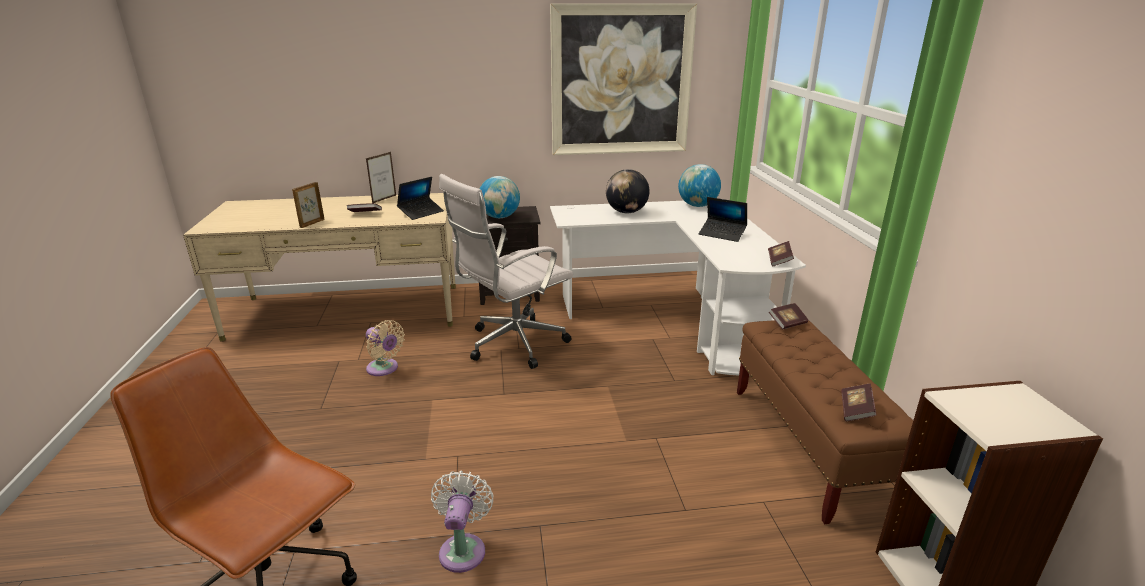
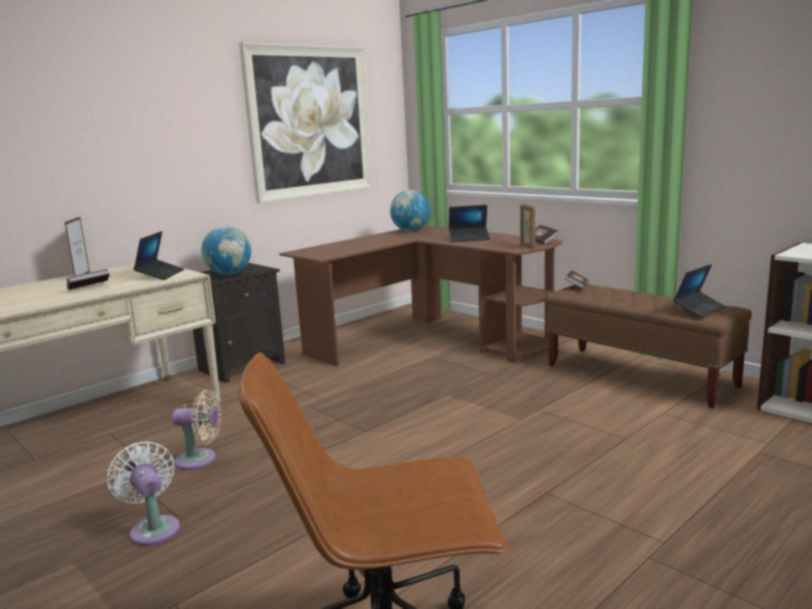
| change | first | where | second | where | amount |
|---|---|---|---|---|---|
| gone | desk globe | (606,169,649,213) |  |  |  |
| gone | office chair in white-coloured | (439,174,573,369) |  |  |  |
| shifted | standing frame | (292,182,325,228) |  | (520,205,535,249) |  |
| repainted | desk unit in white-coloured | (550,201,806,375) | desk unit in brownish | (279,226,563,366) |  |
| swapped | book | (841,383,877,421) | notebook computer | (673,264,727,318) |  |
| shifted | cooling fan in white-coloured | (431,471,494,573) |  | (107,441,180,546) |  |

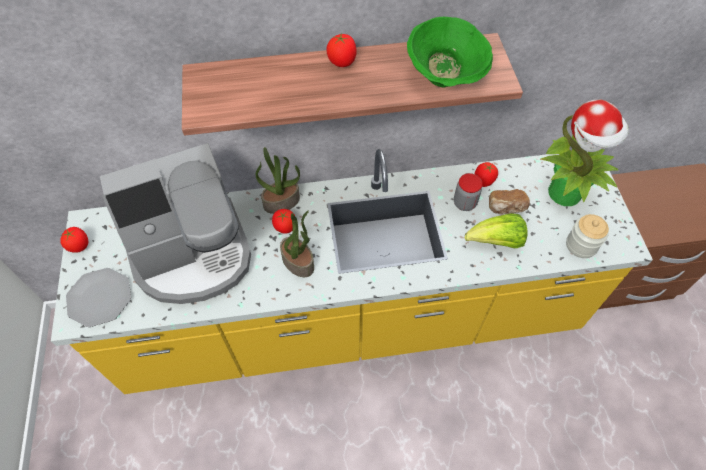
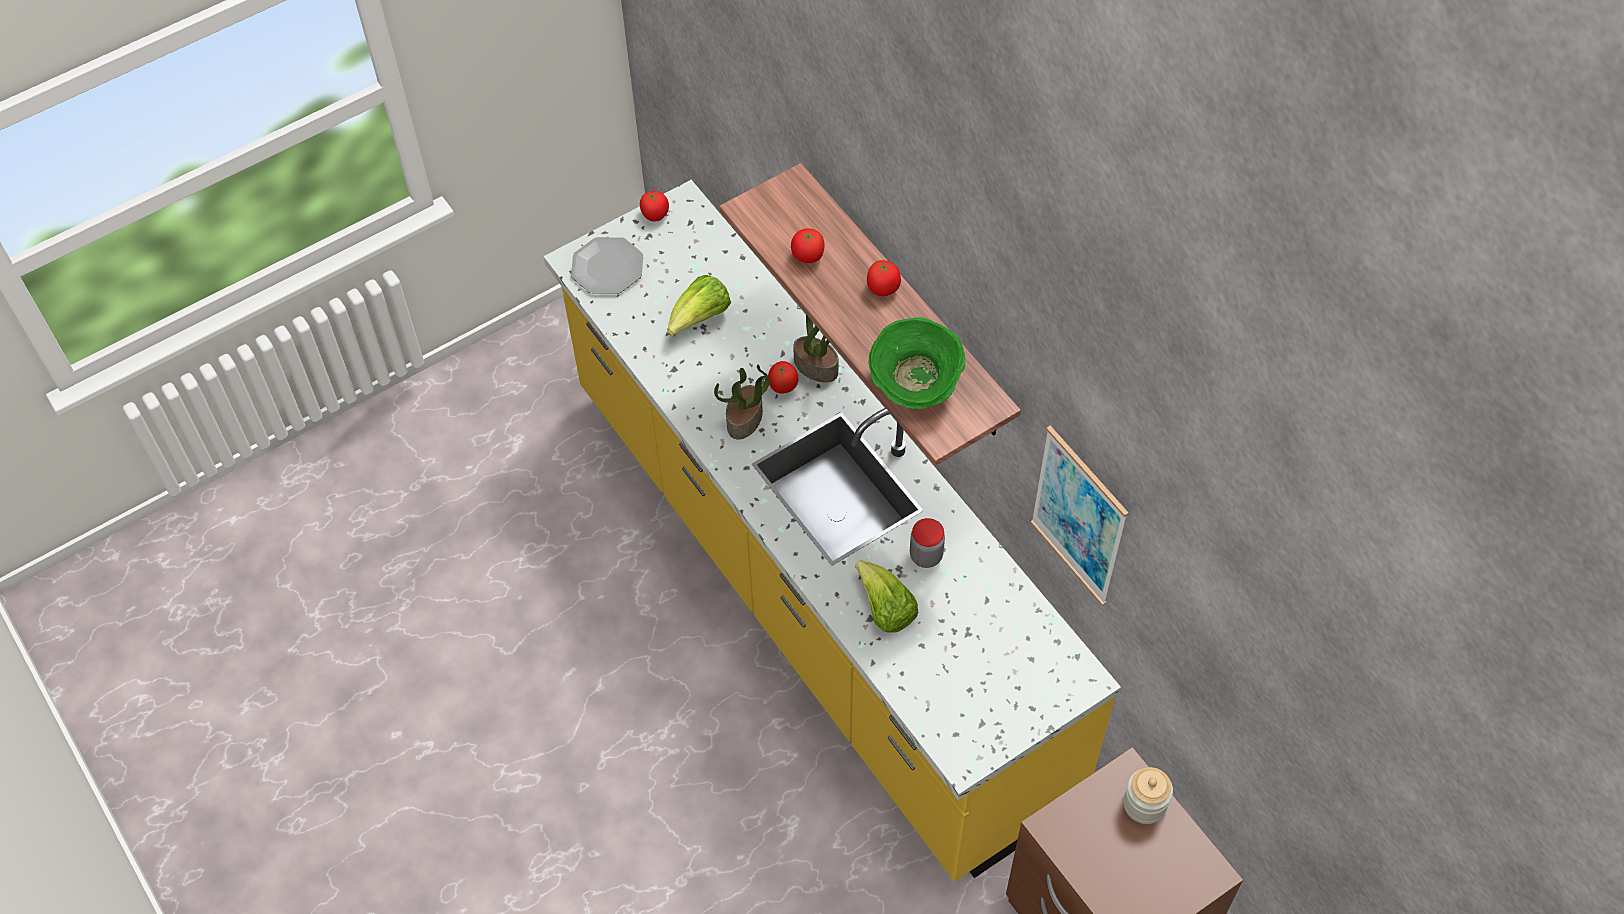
| change | first | where | second | where | amount |
|---|---|---|---|---|---|
| gone | potted plant | (540,100,629,206) |  |  |  |
| swapped | coffee machine | (100,143,251,304) | lettuce head | (668,275,731,336) |  |
| shifted | fresh tomato | (475,162,498,187) |  | (791,228,824,263) |  |
| gone | bakery bread | (489,189,530,214) |  |  |  |
| shifted | jar | (566,214,609,258) |  | (1123,767,1173,824) |  |
| new |  |  | picture | (1030,425,1129,606) |  |

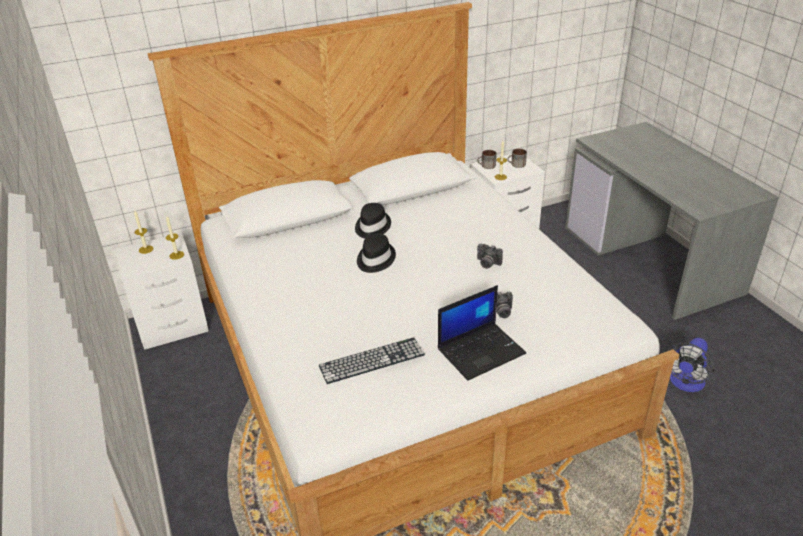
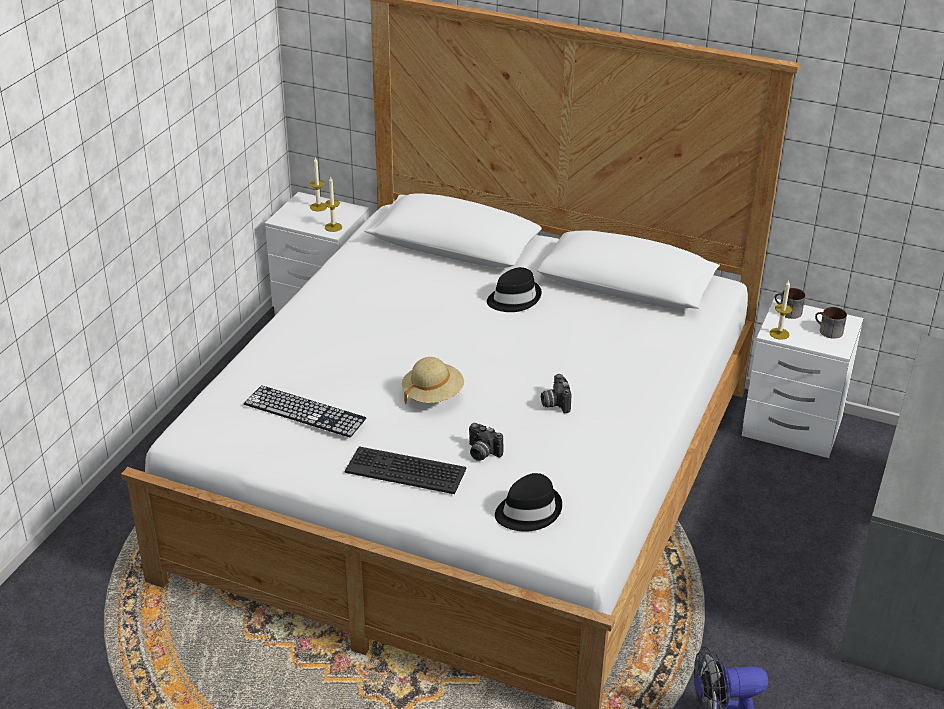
| change | first | where | second | where | amount |
|---|---|---|---|---|---|
| shifted | hat in blackish | (357,233,396,273) |  | (495,473,562,532) |  |
| swapped | notebook computer | (438,285,526,380) | keyboard | (344,446,467,494) |  |
| new |  |  | hat in beige | (402,357,464,404) |  |

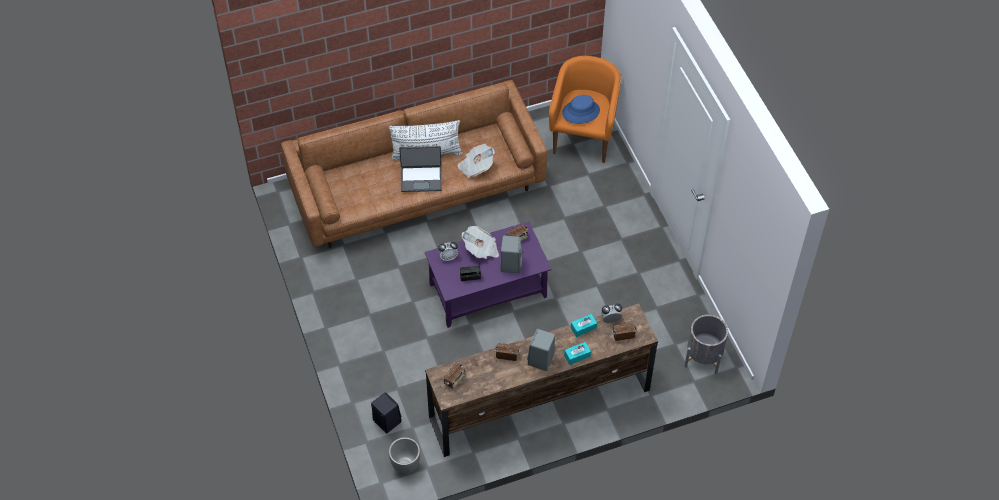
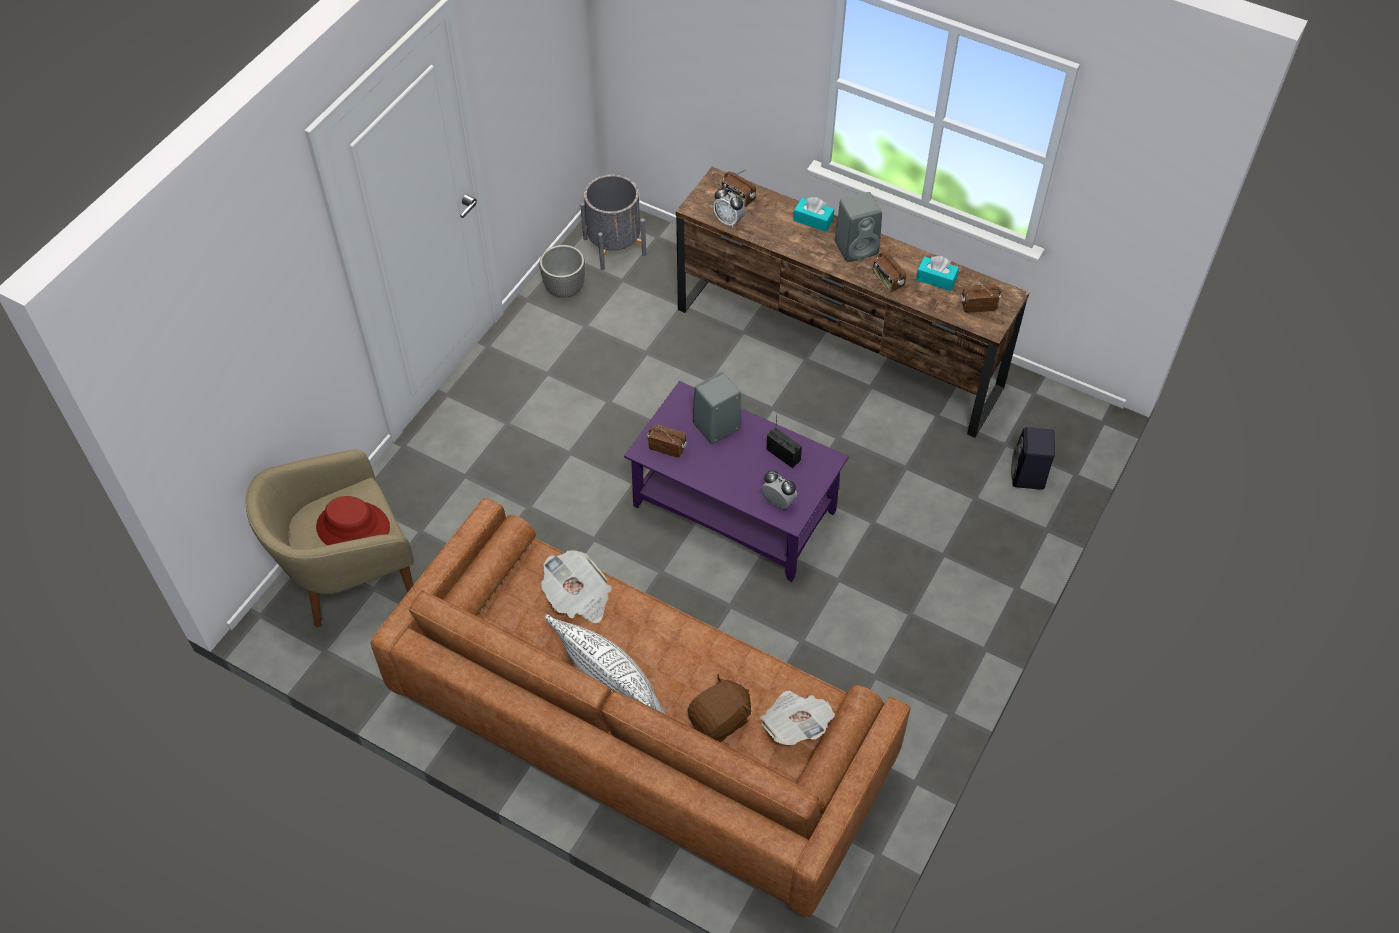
| change | first | where | second | where | amount |
|---|---|---|---|---|---|
| repainted | armchair in orangey | (549,56,621,163) | armchair in beige | (246,450,414,627) |  |
| repainted | hat in bluish | (562,95,600,124) | hat in red | (316,496,390,545) |  |
| gone | notebook computer | (399,146,442,192) |  |  |  |
| shifted | newspaper | (462,226,499,259) |  | (759,691,835,745) |  |
| shifted | tissue box in turquoise-coloured | (571,314,597,337) |  | (916,256,959,291) |  |
| shifted | plant pot | (389,437,420,474) |  | (540,245,585,298) |  |
| new |  |  | plush toy in brownish | (688,674,752,742) |  |

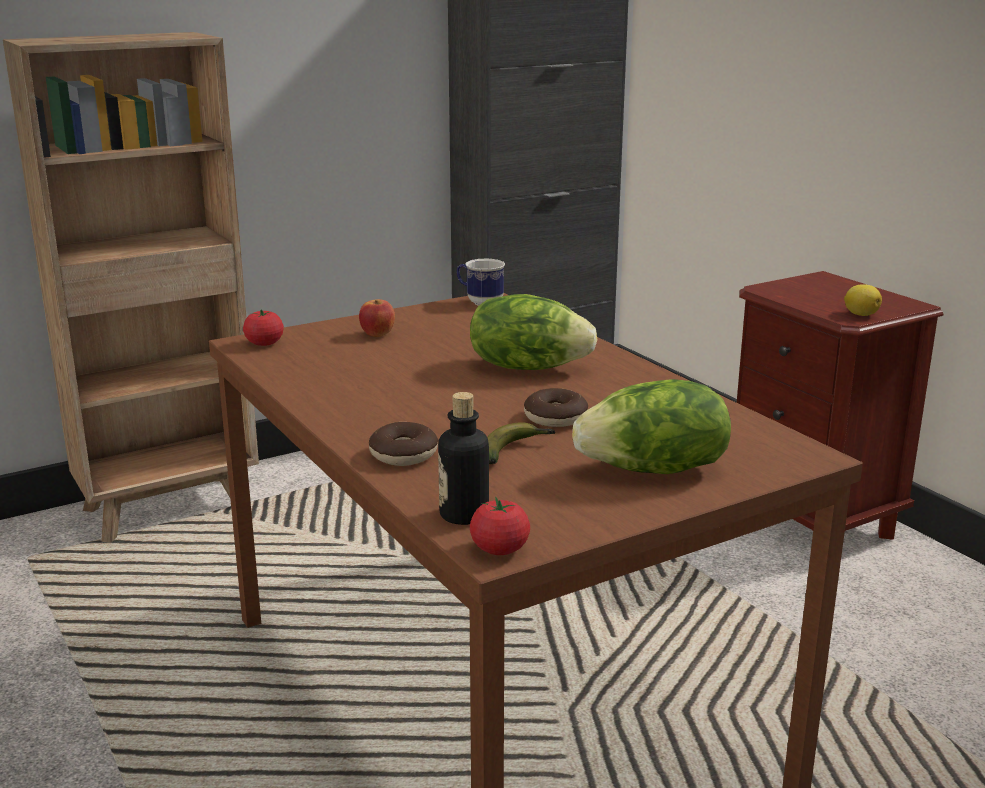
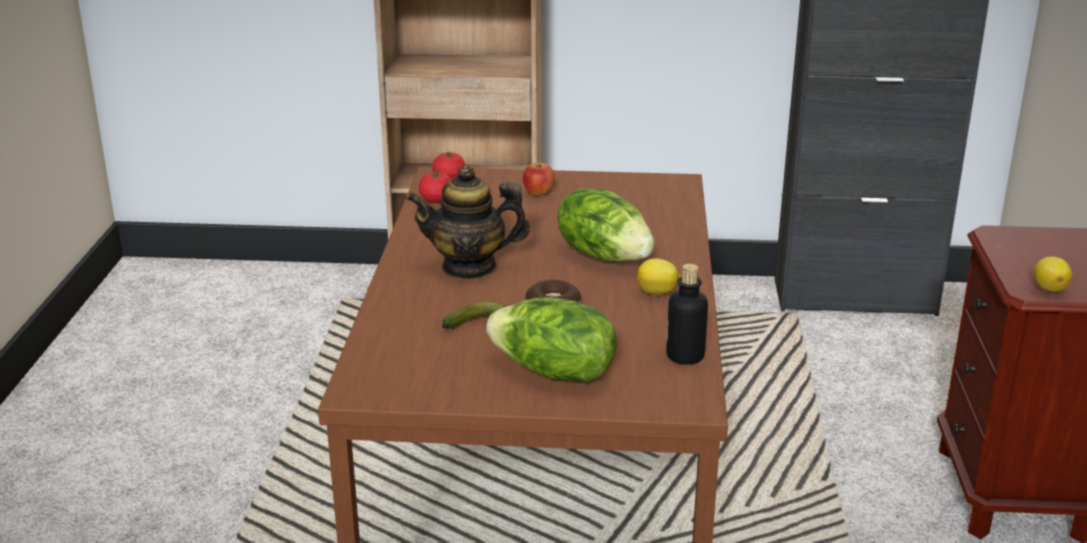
| change | first | where | second | where | amount |
|---|---|---|---|---|---|
| gone | mug | (457,259,505,306) |  |  |  |
| shifted | drink bottle | (438,392,489,525) |  | (666,264,708,365) |  |
| gone | ring doughnut | (369,422,438,466) |  |  |  |
| shifted | fresh tomato | (470,496,530,555) |  | (419,170,451,203) |  |
| new |  |  | tea pot | (407,165,530,279) |  |
| new |  |  | whole lemon | (637,258,681,295) |  |

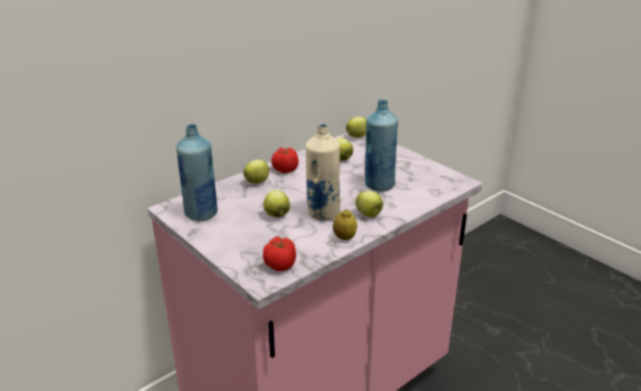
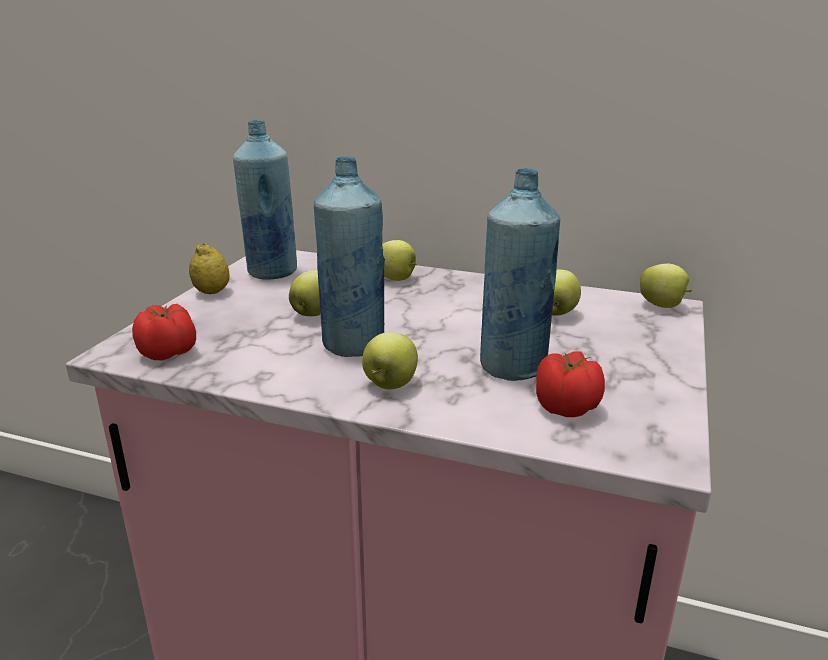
| change | first | where | second | where | amount |
|---|---|---|---|---|---|
| repainted | drink bottle in beige | (306,123,340,221) | drink bottle in bluish | (314,156,385,357) |  |
| shifted | fresh tomato | (271,147,299,173) |  | (536,352,605,417) |  |
| shifted | whole lemon | (333,210,357,240) |  | (189,244,229,294) |  |

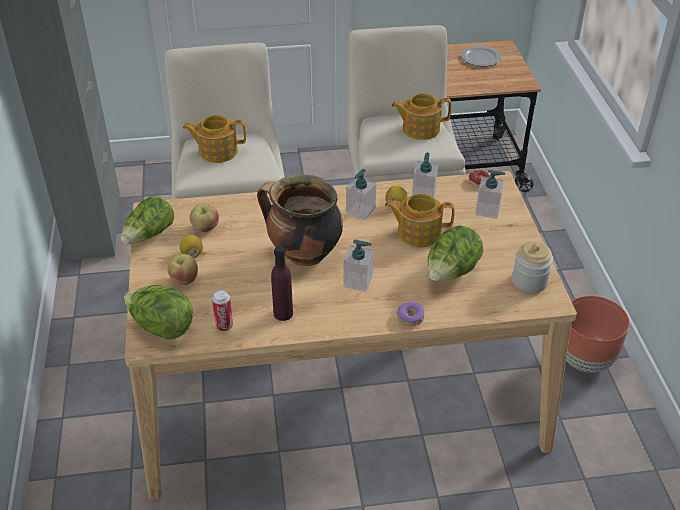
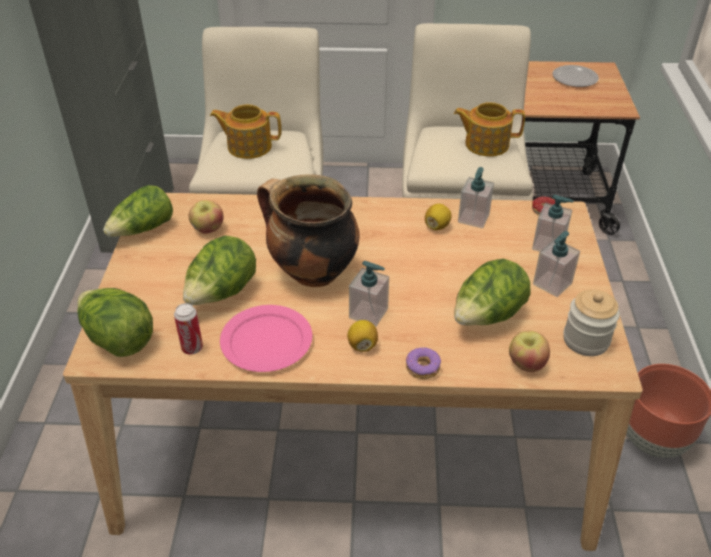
| change | first | where | second | where | amount |
|---|---|---|---|---|---|
| shifted | liquid soap bottle | (346,169,376,220) |  | (533,231,580,297) |  |
| gone | tea pot | (385,194,455,247) |  |  |  |
| shifted | whole lemon | (180,235,203,258) |  | (347,320,378,352) |  |
| swapped | drink bottle in purple-coloured | (271,246,293,321) | flat dish in pink | (220,305,312,372) |  |
| shifted | apple | (167,254,198,285) |  | (509,331,550,372) |  |
| new |  |  | lettuce head | (183,236,256,305) |  |

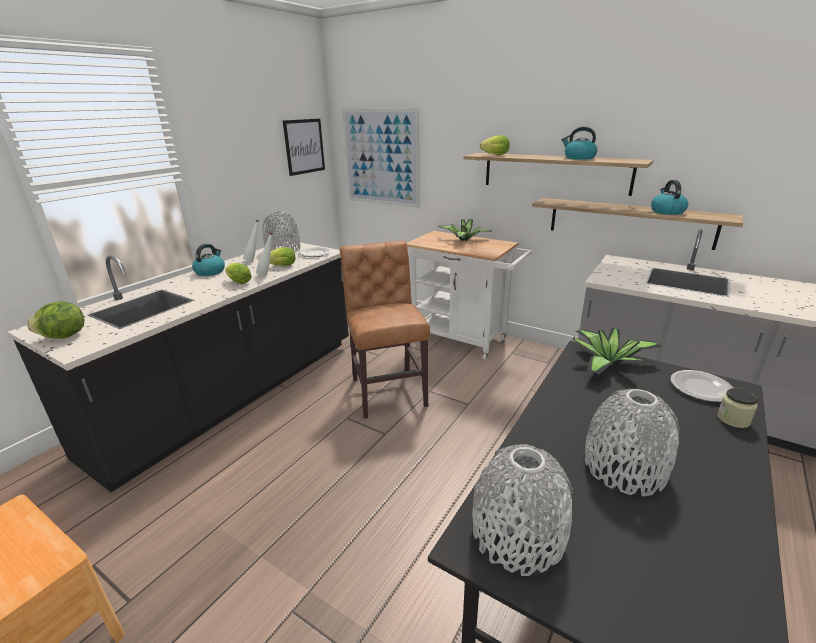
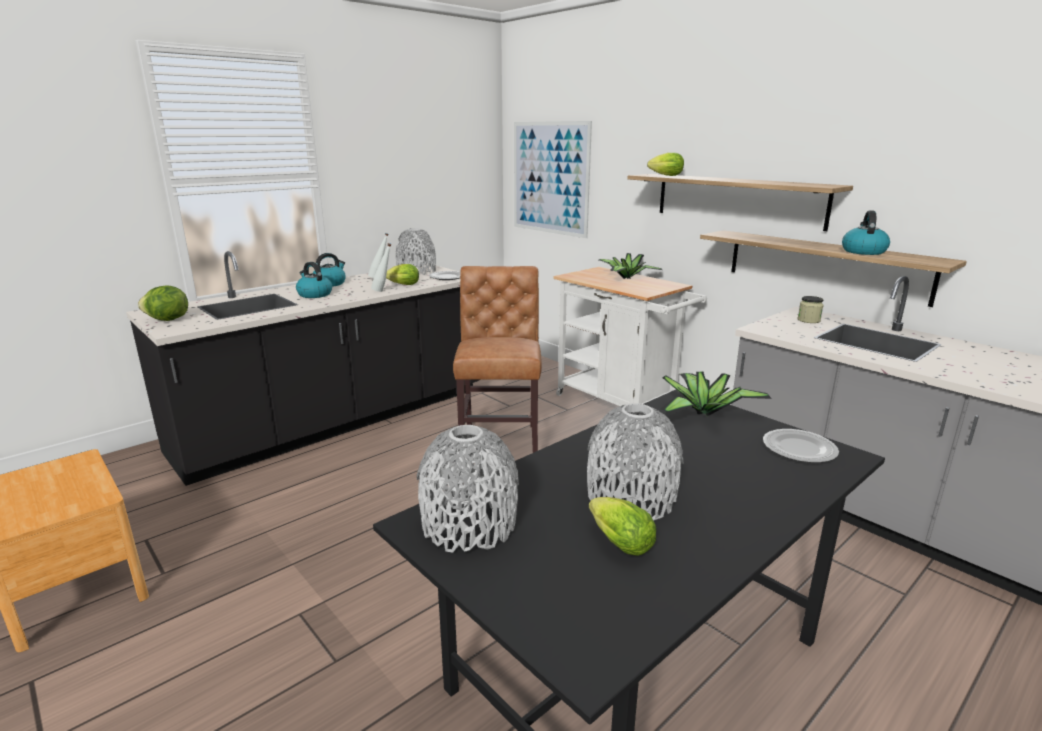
| change | first | where | second | where | amount |
|---|---|---|---|---|---|
| gone | picture | (283,119,325,176) |  |  |  |
| shifted | kettle | (562,127,597,160) |  | (296,262,332,298) |  |
| shifted | lettuce head | (225,263,252,284) |  | (589,497,656,556) |  |
| shifted | jar | (717,388,758,428) |  | (797,296,824,323) |  |

